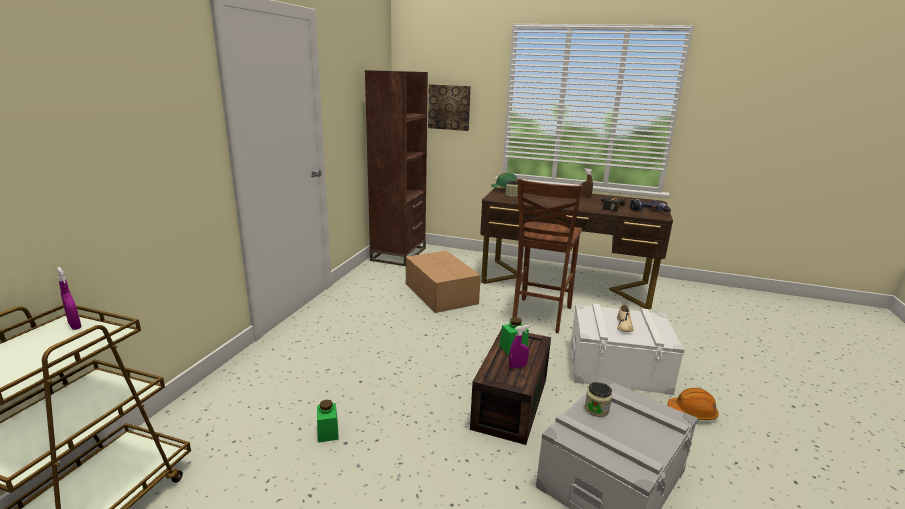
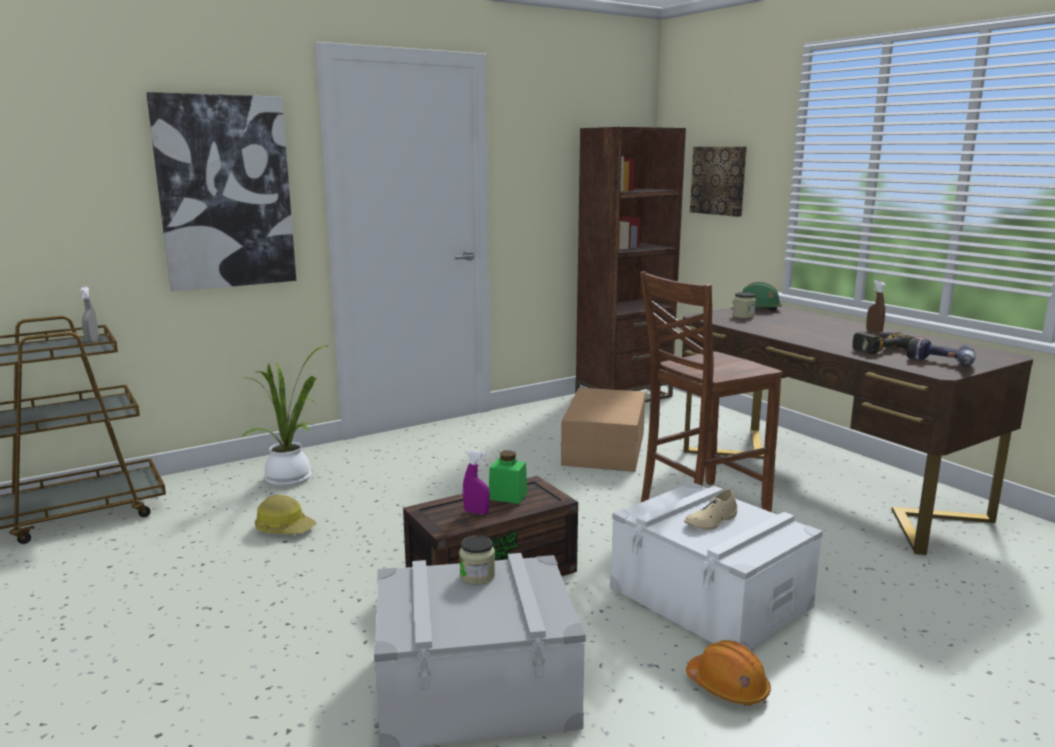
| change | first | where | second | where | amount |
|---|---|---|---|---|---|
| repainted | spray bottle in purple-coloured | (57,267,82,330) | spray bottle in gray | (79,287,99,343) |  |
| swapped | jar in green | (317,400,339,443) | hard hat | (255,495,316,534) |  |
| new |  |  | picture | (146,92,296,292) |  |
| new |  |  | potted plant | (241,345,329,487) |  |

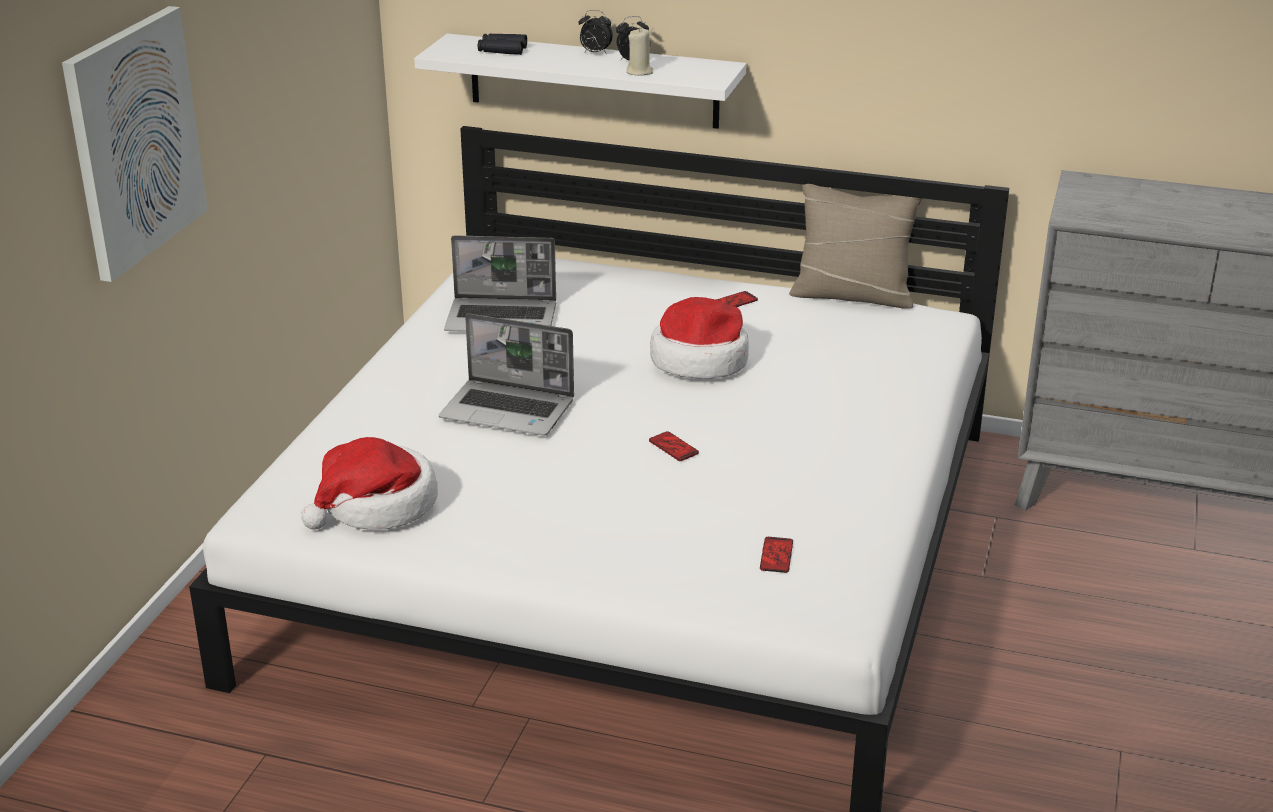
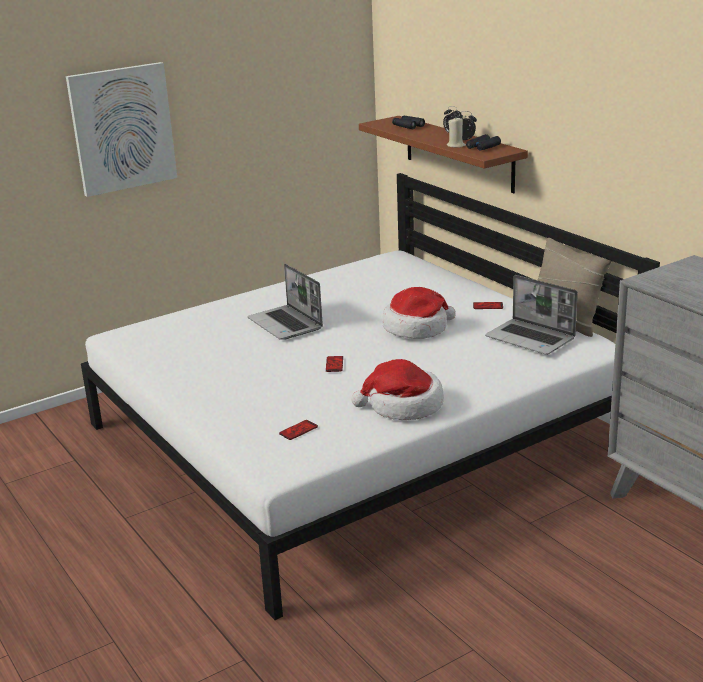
| change | first | where | second | where | amount |
|---|---|---|---|---|---|
| repainted | bracket shelf in white-coloured | (414,33,746,129) | bracket shelf in brownish | (359,116,528,193) |  |
| shifted | notebook computer | (444,235,556,332) |  | (485,275,578,355) |  |
| shifted | hat | (301,437,438,530) |  | (351,359,444,420) |  |
| new |  |  | pair of binoculars in blackish | (466,134,501,151) |  |

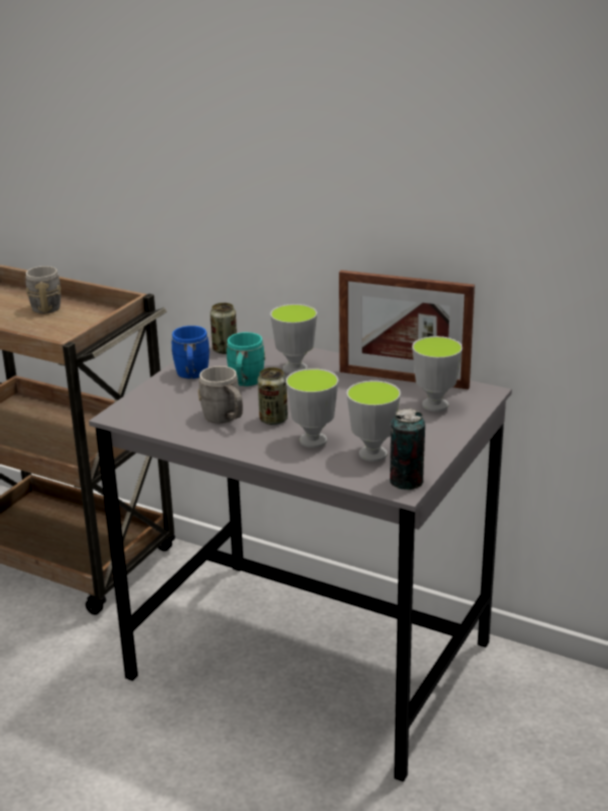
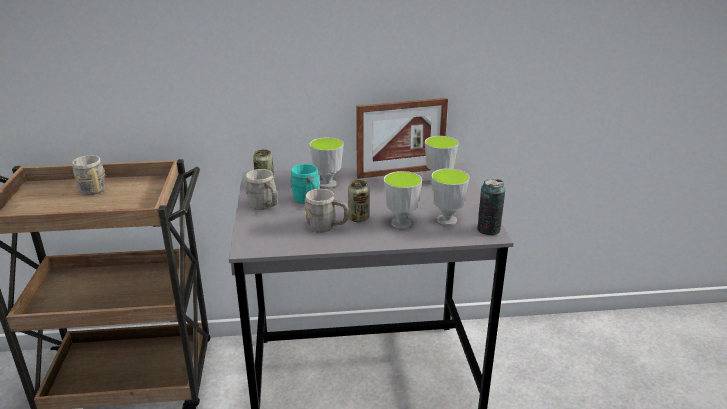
| change | first | where | second | where | amount |
|---|---|---|---|---|---|
| repainted | mug in bluish | (171,326,210,379) | mug in gray | (245,169,278,210) |  |

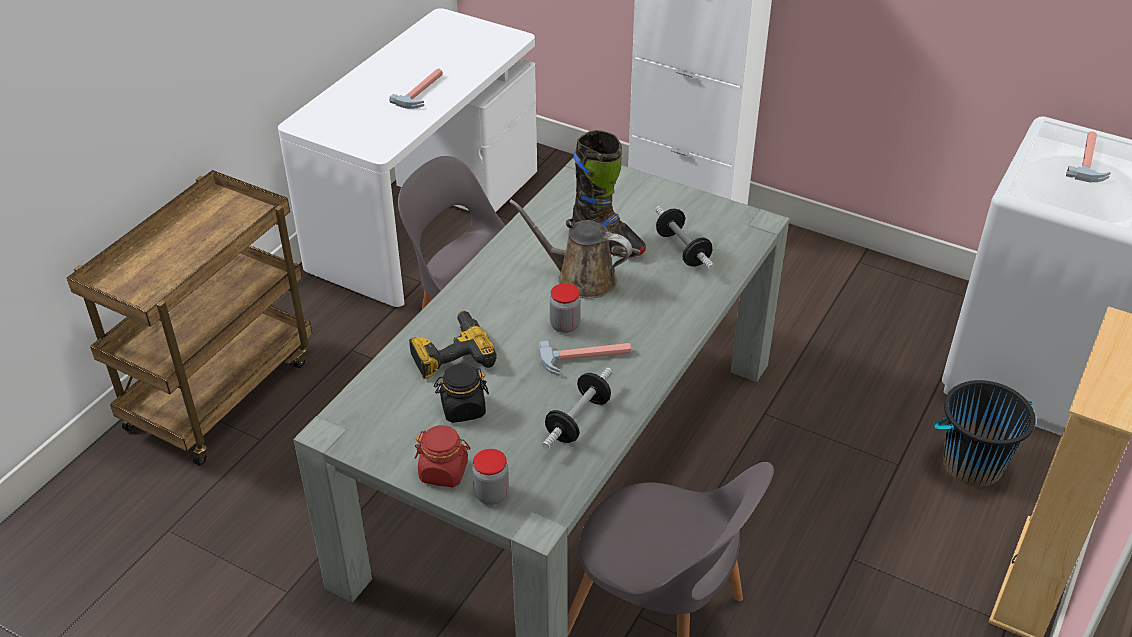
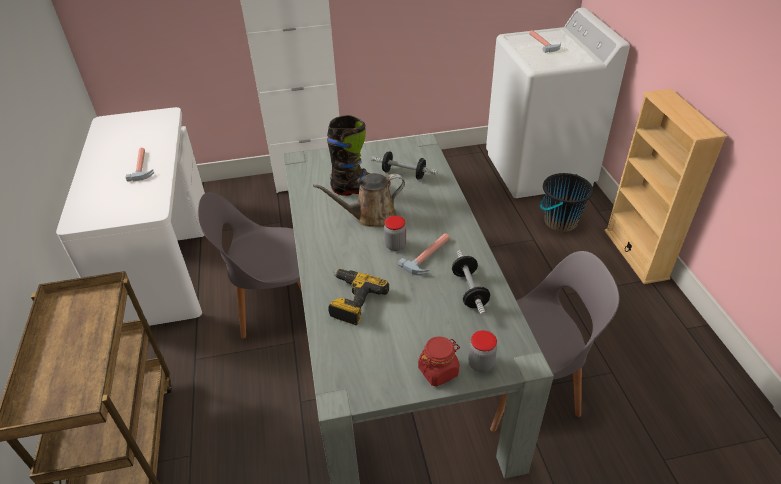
| change | first | where | second | where | amount |
|---|---|---|---|---|---|
| gone | jar in blackish | (434,364,489,423) |  |  |  |

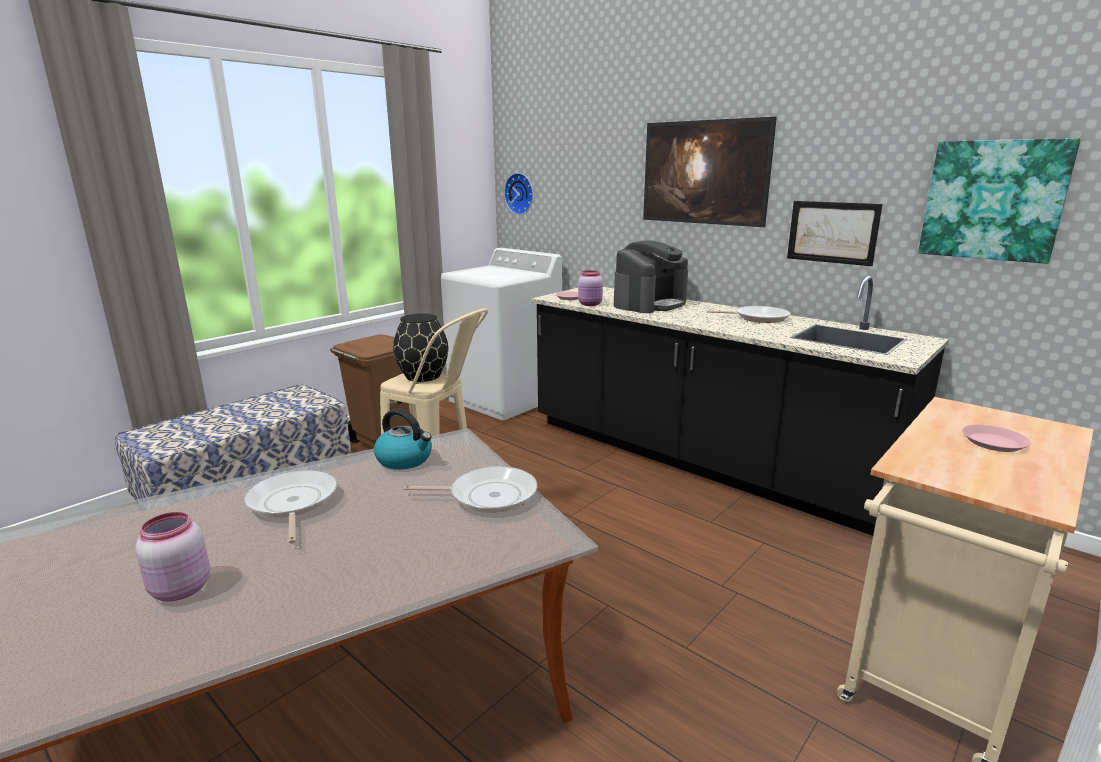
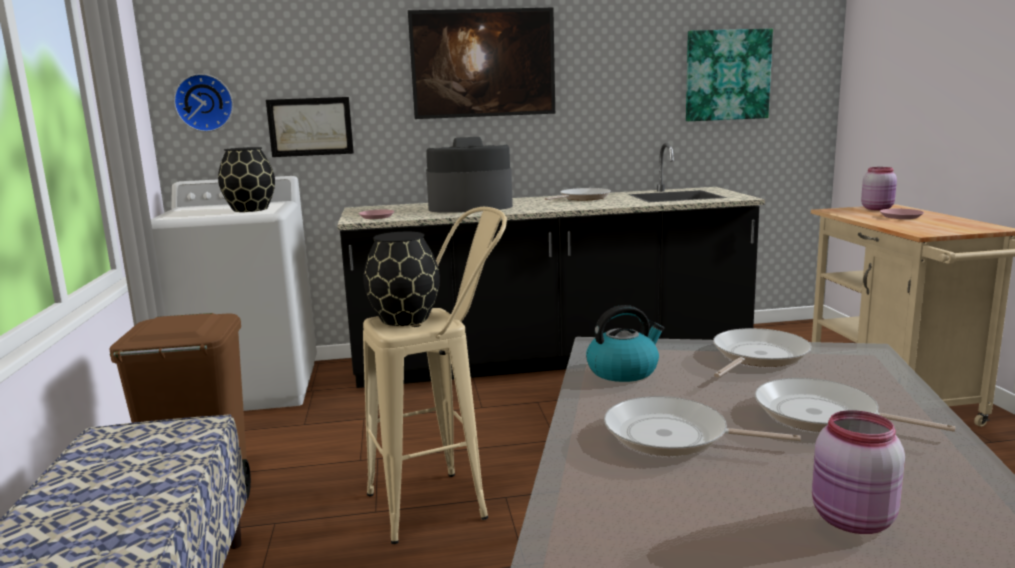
| change | first | where | second | where | amount |
|---|---|---|---|---|---|
| shifted | picture | (787,201,883,266) |  | (266,97,354,157) |  |
| rotated | coffee machine | (614,240,688,313) |  | (426,137,513,213) | 90 degrees counterclockwise |
| shifted | jar in pink | (578,270,603,306) |  | (861,167,897,210) |  |
| new |  |  | flower vase in blackish | (218,147,275,212) |  |
| new |  |  | frying pan | (755,378,956,432) |  |

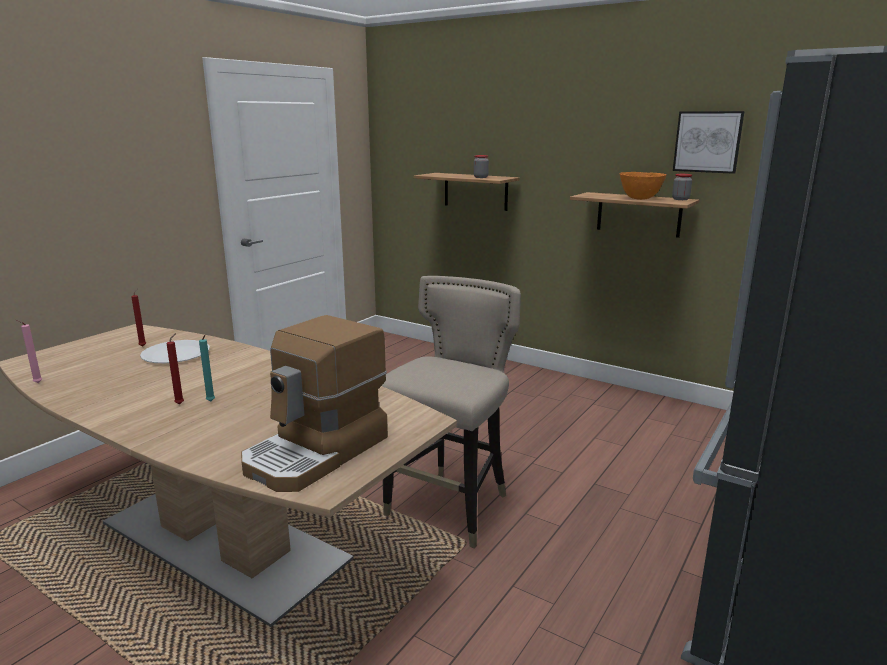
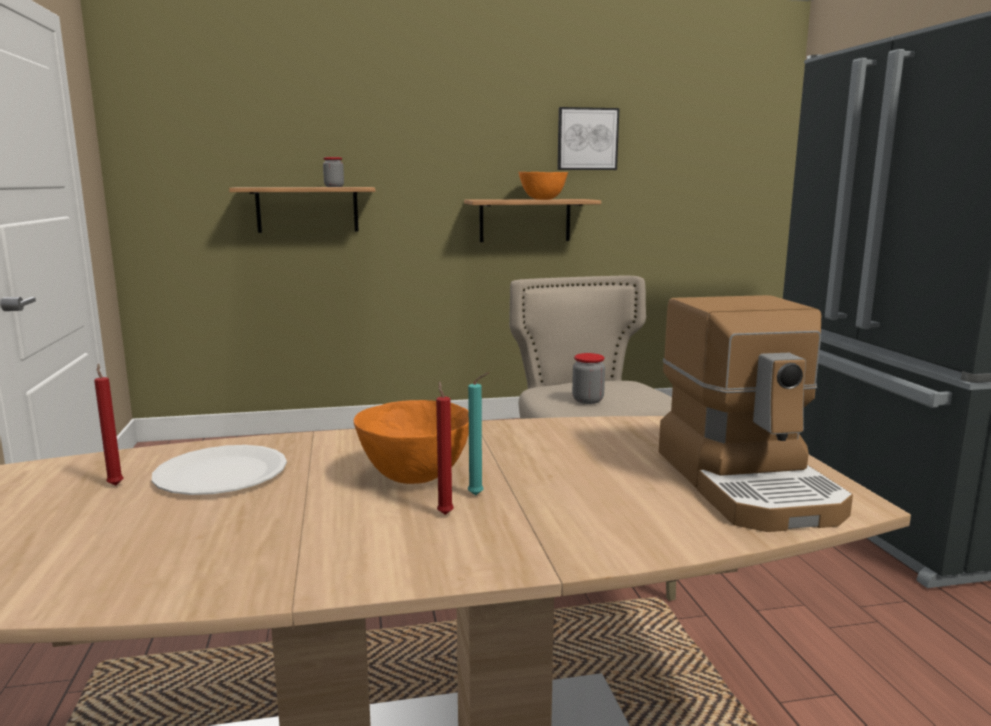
| change | first | where | second | where | amount |
|---|---|---|---|---|---|
| shifted | jar | (672,174,692,200) |  | (572,353,605,404) |  |
| gone | wax candle in pink | (16,320,42,383) |  |  |  |
| new |  |  | deep dish in orangey | (354,400,469,484) |  |

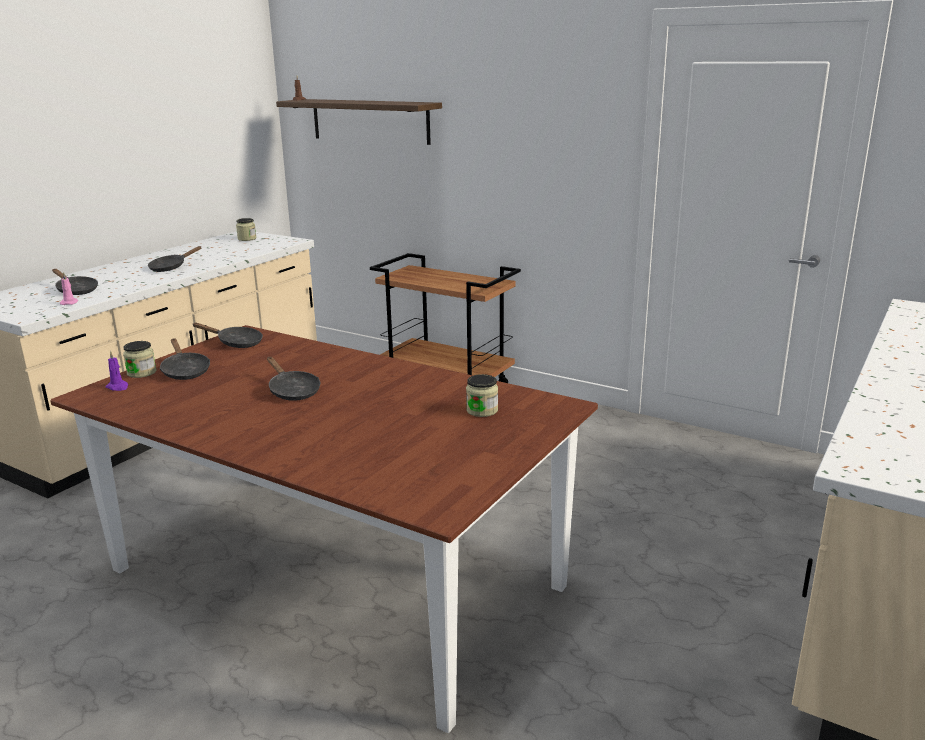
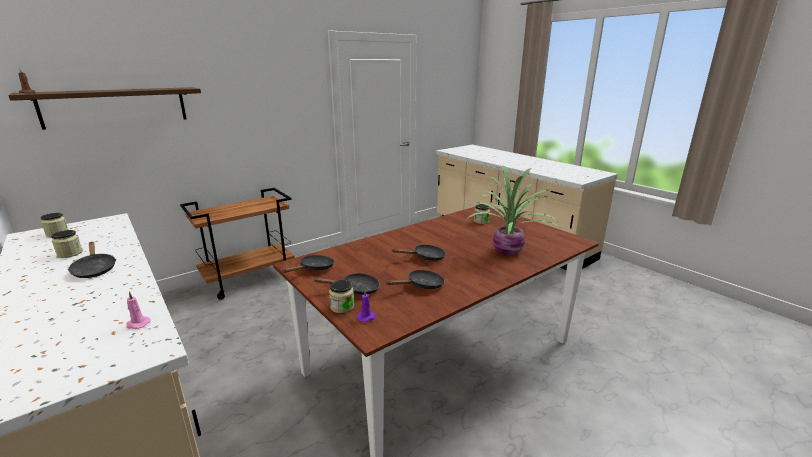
| change | first | where | second | where | amount |
|---|---|---|---|---|---|
| shifted | frying pan in blackish | (52,269,98,295) |  | (386,270,445,289) |  |
| new |  |  | potted plant | (466,165,559,256) |  |
| new |  |  | jar | (51,230,83,258) |  |

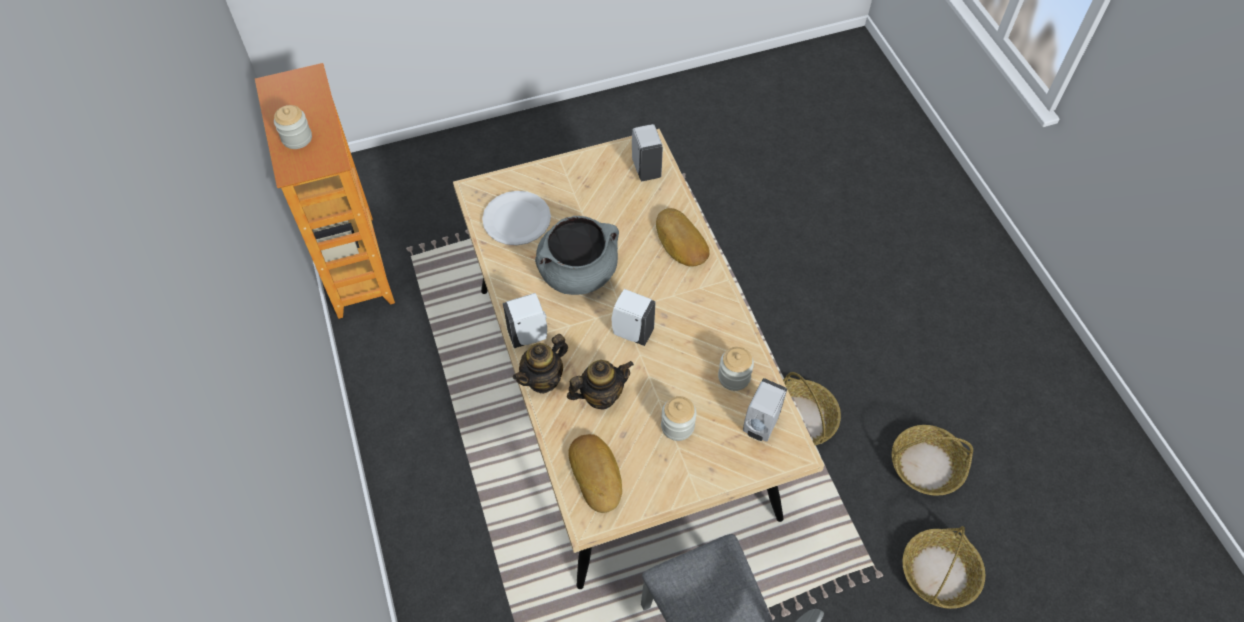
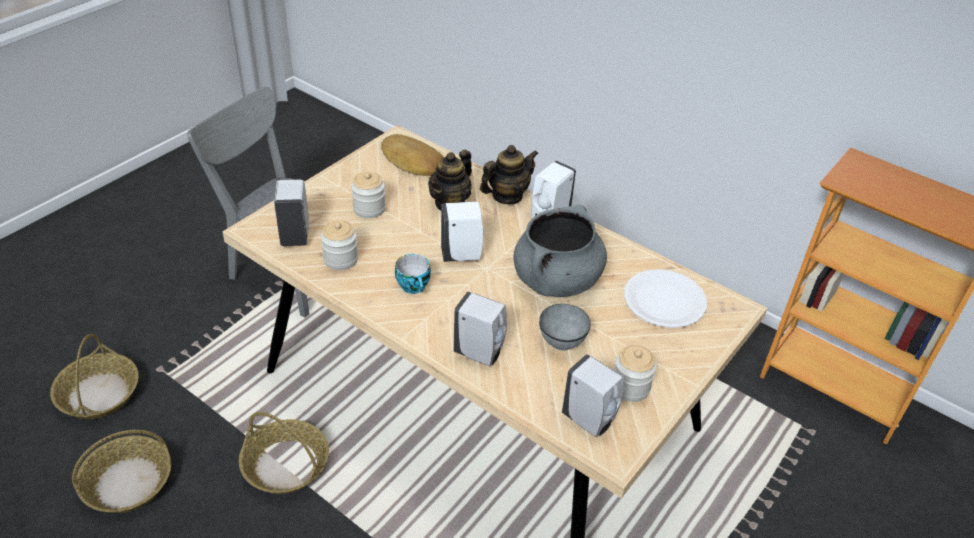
| change | first | where | second | where | amount |
|---|---|---|---|---|---|
| shifted | jar | (274,105,312,149) |  | (614,345,656,402) |  |
| swapped | bakery bread | (656,208,710,267) | liquid soap bottle in white-coloured | (454,292,507,366) |  |
| rotated | tea pot | (513,334,568,394) |  | (480,145,539,204) | 45 degrees clockwise |
| new |  |  | small cup | (395,254,431,294) |  |
| new |  |  | deep dish in gray | (539,304,591,351) |  |

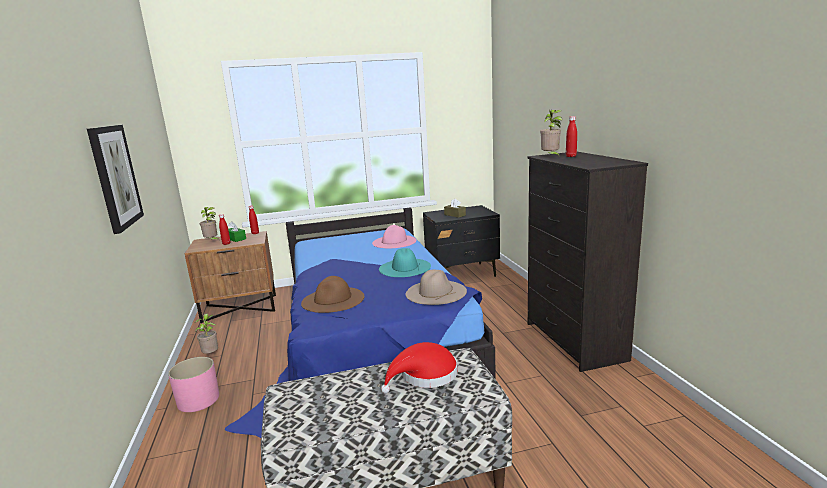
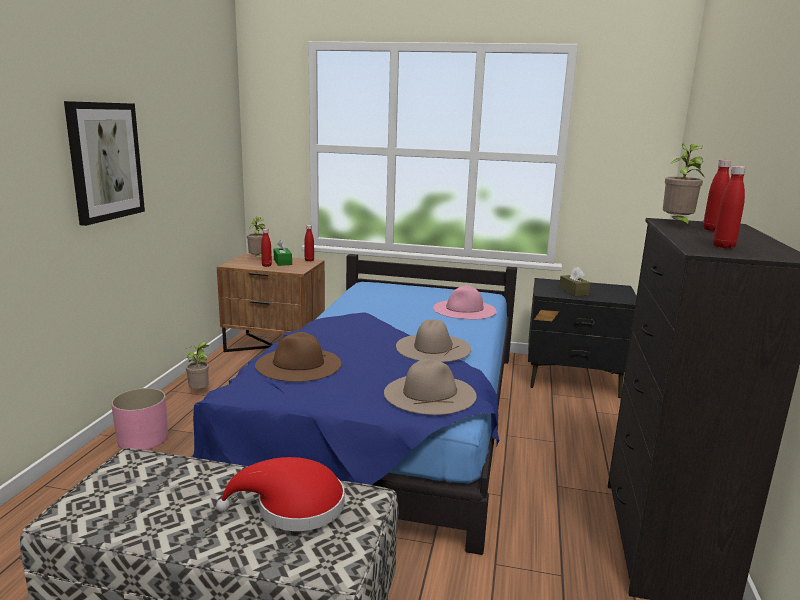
| change | first | where | second | where | amount |
|---|---|---|---|---|---|
| repainted | hat in turquoise-coloured | (379,248,431,277) | hat in beige | (396,319,471,362) |  |
| new |  |  | drink bottle in red | (713,166,746,248) |  |

